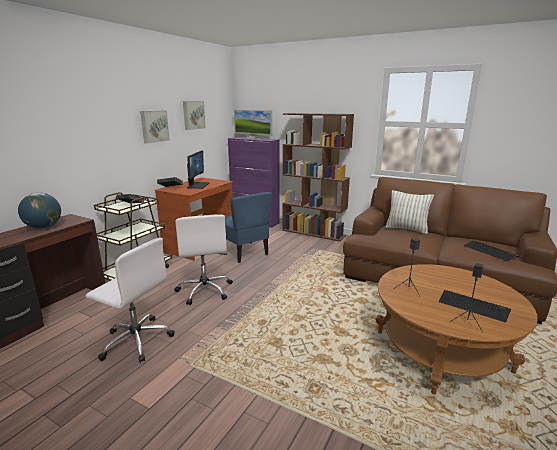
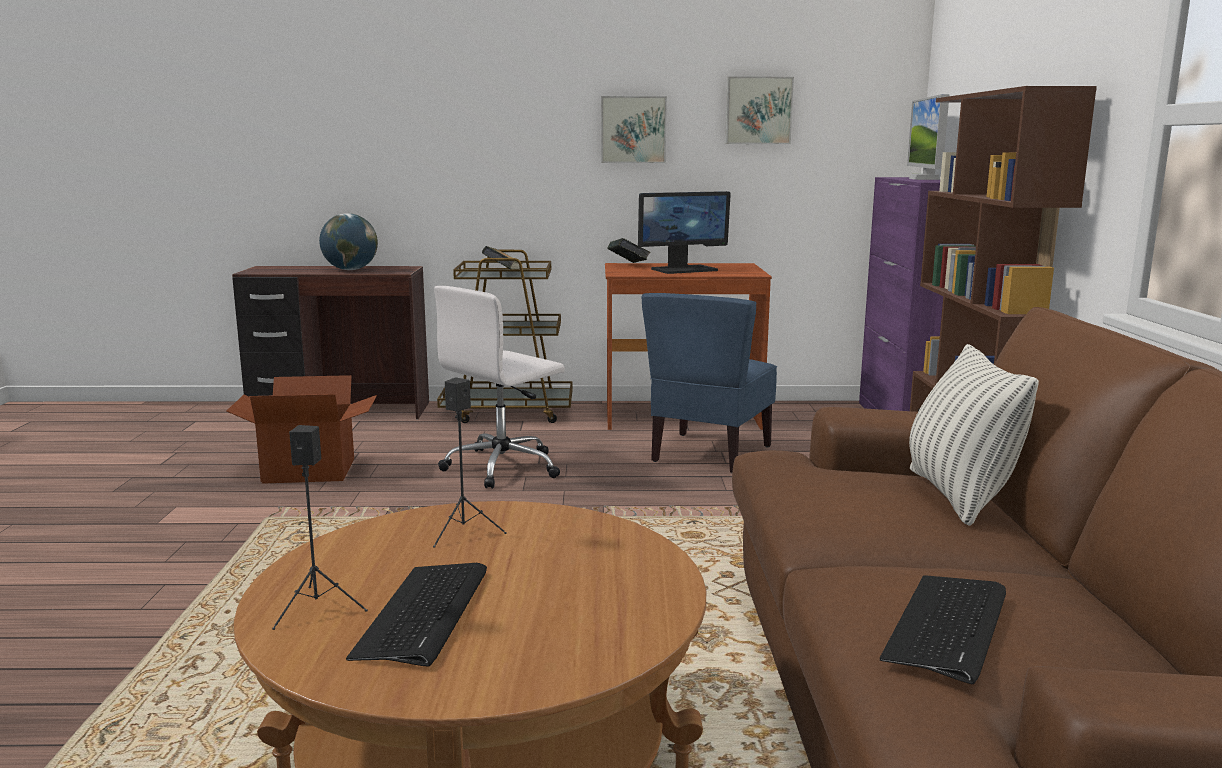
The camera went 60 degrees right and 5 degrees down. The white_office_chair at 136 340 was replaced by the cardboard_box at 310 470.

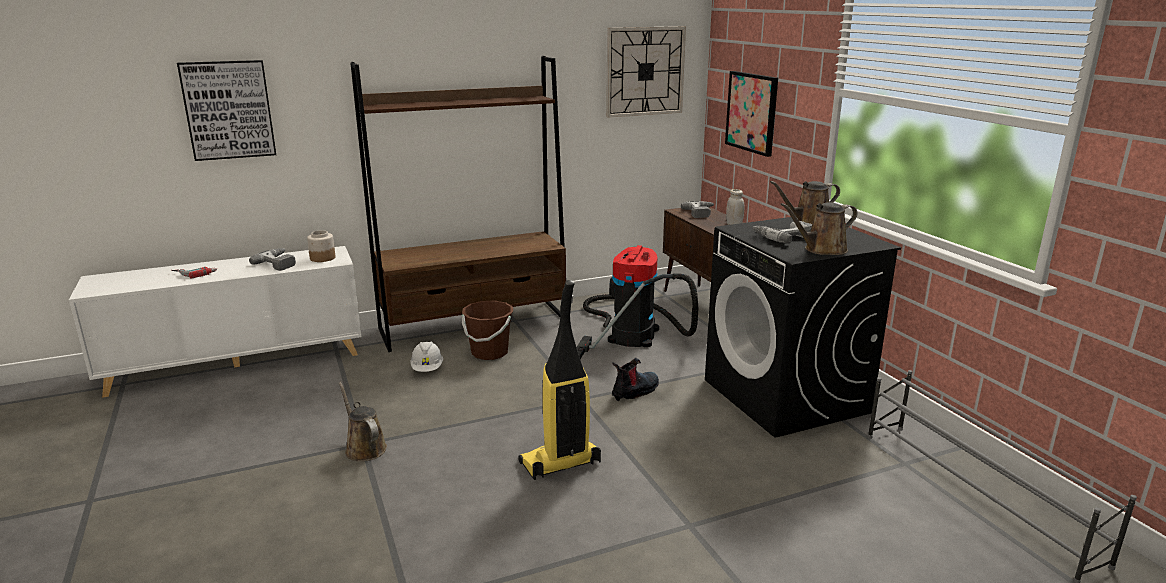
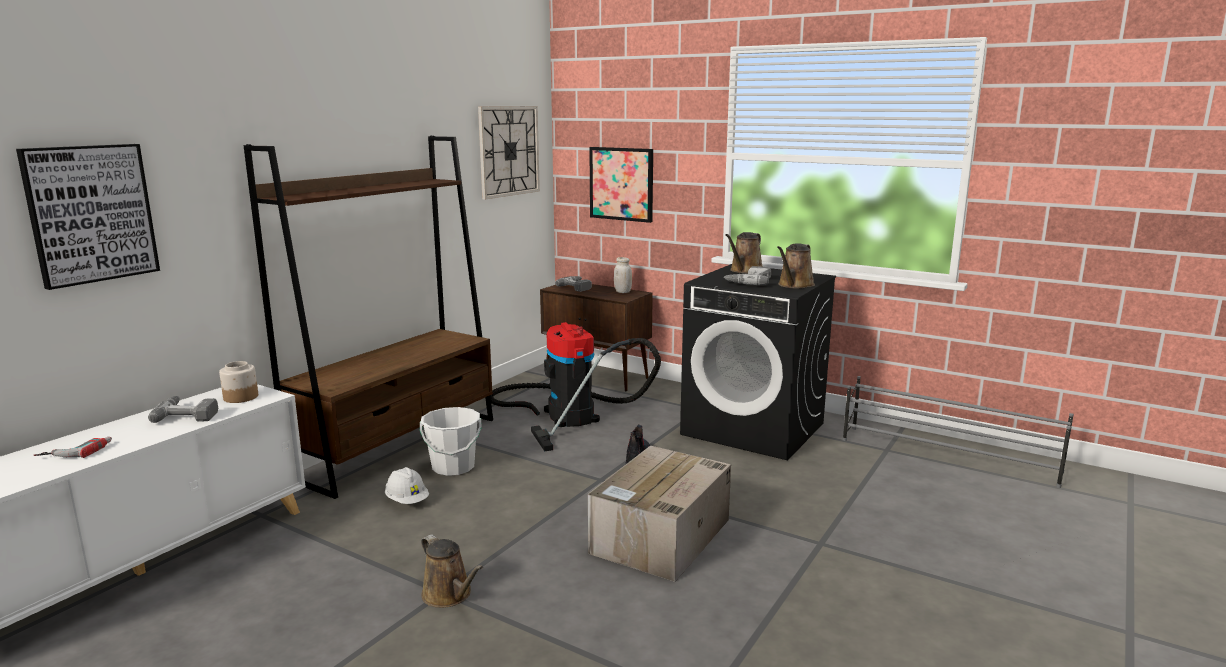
The camera went 35 degrees left and 5 degrees down. The brown_bucket at 489 352 became the white_bucket at 453 467. The brown_watering_can at 364 448 turned 150 degrees counterclockwise. The vacuum_cleaner at 560 464 was replaced by the cardboard_box at 660 537.

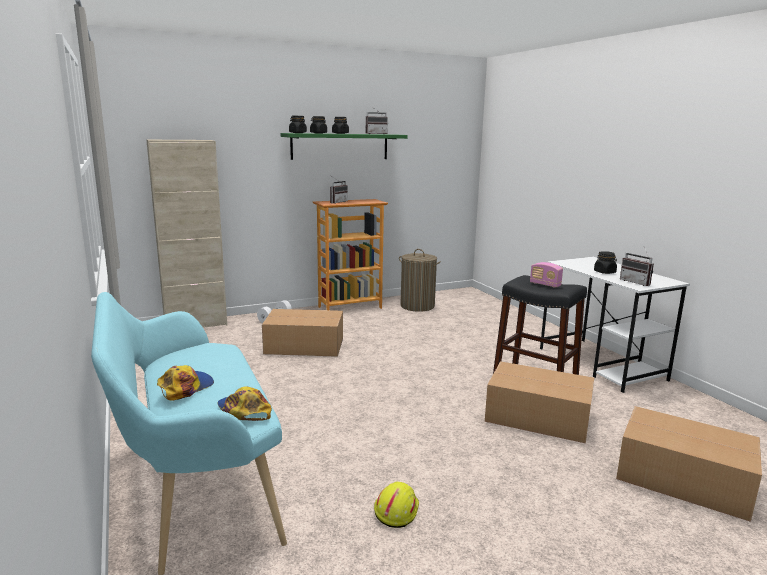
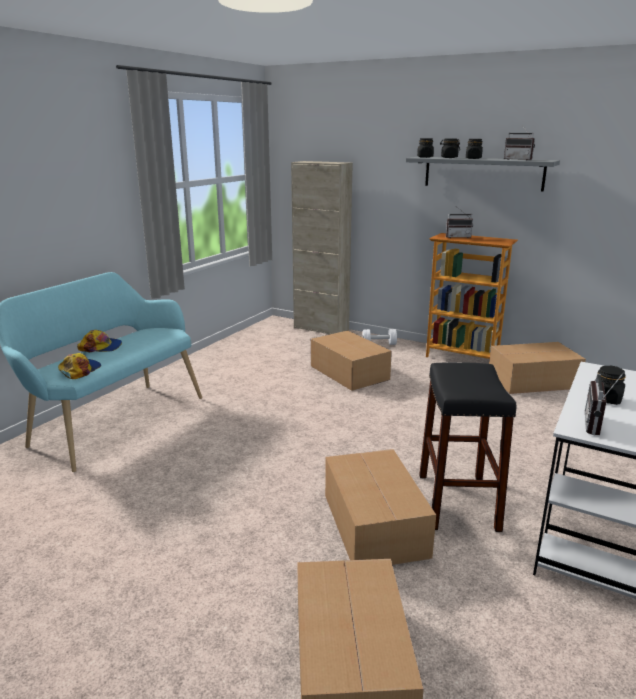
The camera went 55 degrees right and 5 degrees up. The green_shelf at 340 146 became the grey_shelf at 483 173. The laundry_basket at 417 306 was replaced by the cardboard_box at 534 381. The yellow_hard_hat at 396 510 disappeared. The radio at 545 284 disappeared.

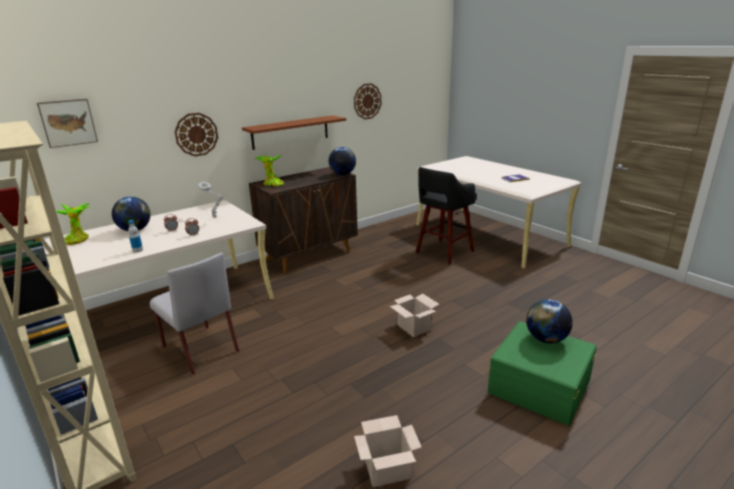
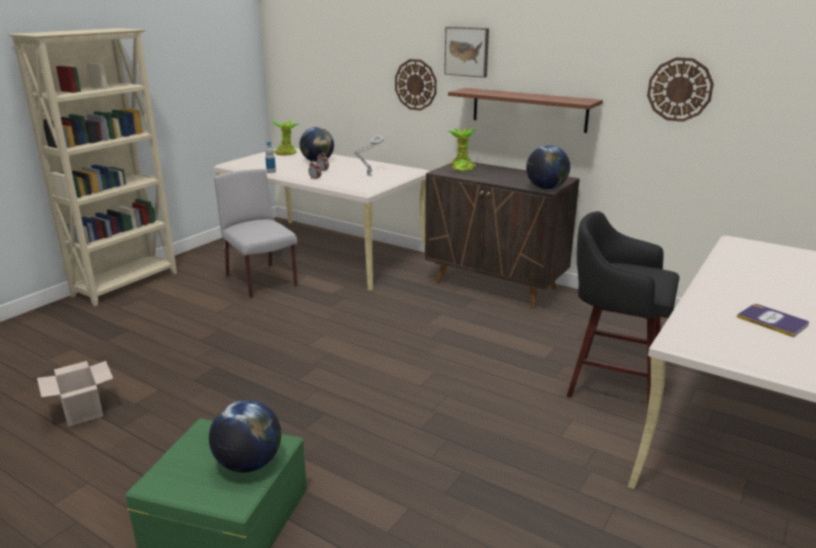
The camera went 70 degrees right and 0 degrees up. The grey_chair at 199 348 turned 120 degrees clockwise. The picture moved from 68 122 to 467 51. The cardboard_box at 413 327 disappeared.

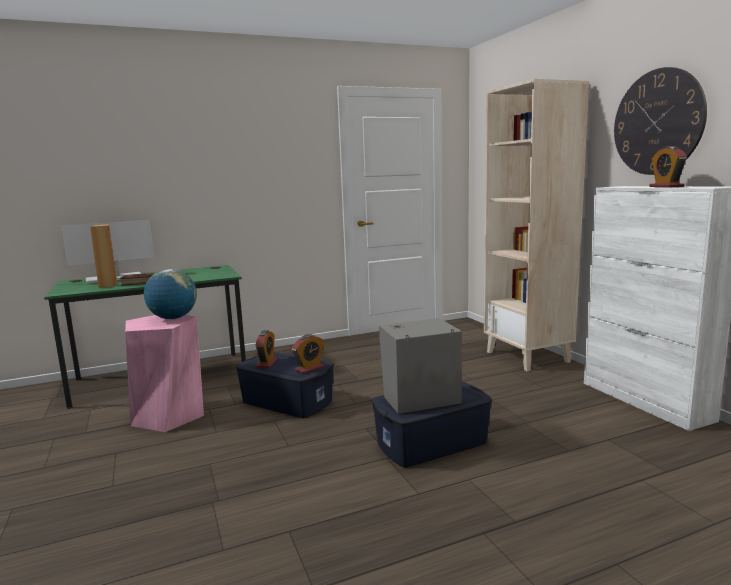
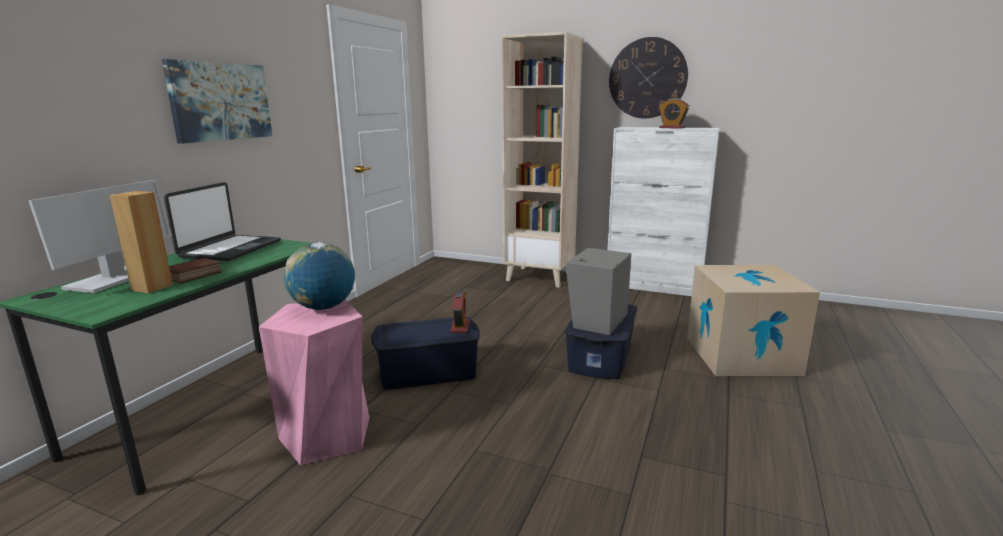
The camera went 45 degrees left and 5 degrees up. The picture at 220 101 appeared. The laptop at 230 249 appeared. The cardboard_box at 741 355 appeared. The alarm_clock at 267 363 disappeared.

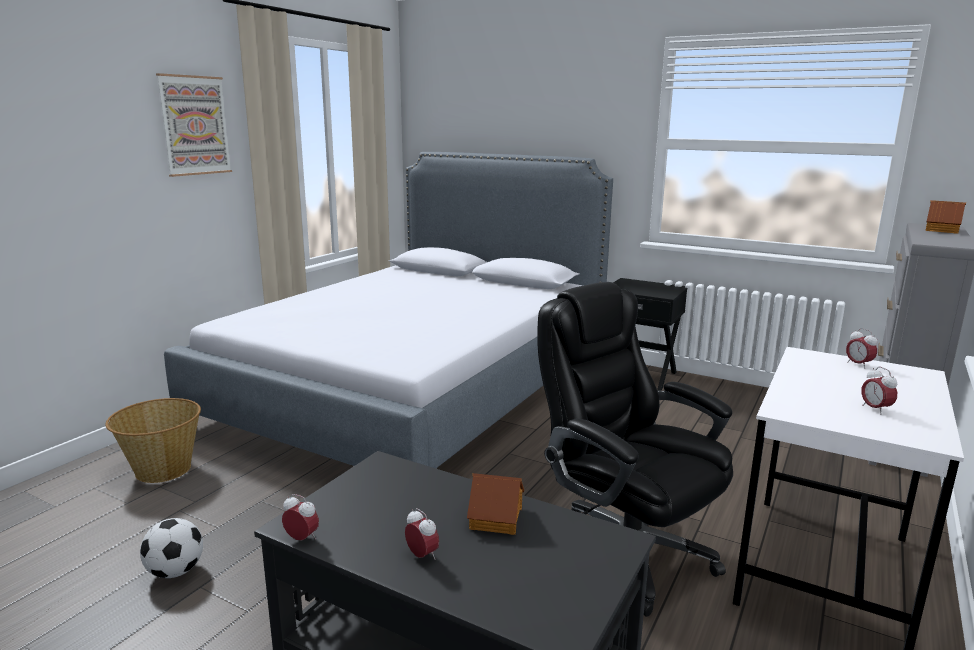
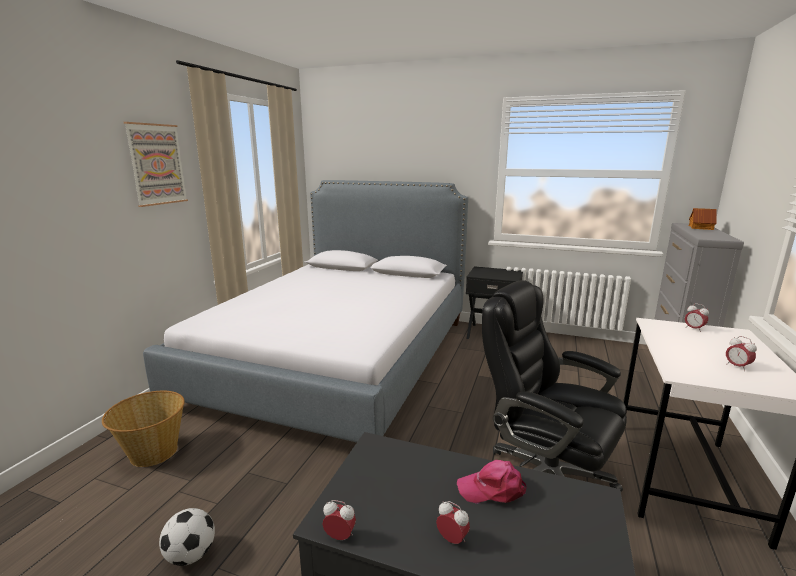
The camera went 10 degrees left and 0 degrees up. The toy_house at 497 518 was replaced by the pink_cap at 492 489.

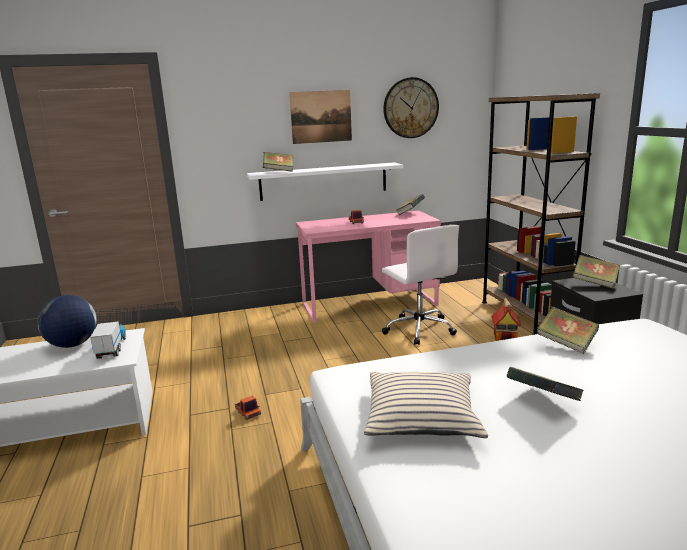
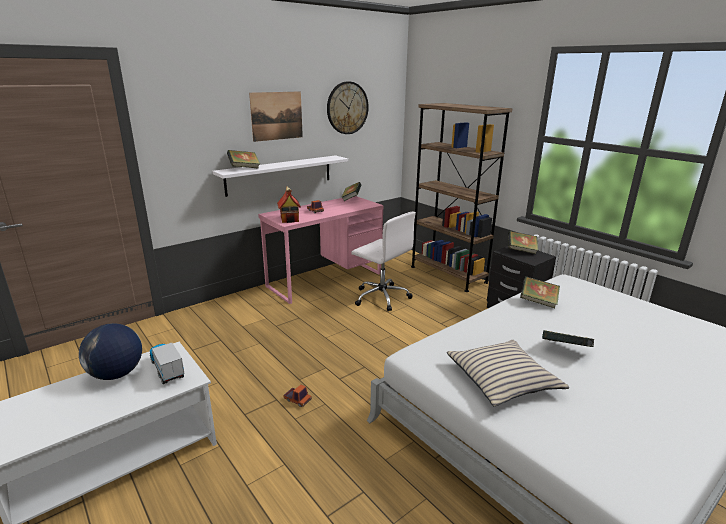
The camera went 25 degrees left and 5 degrees up. The toy_house moved from 505 337 to 290 219.

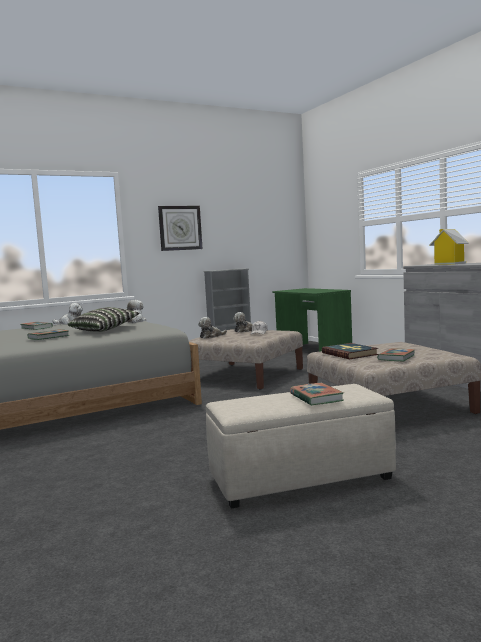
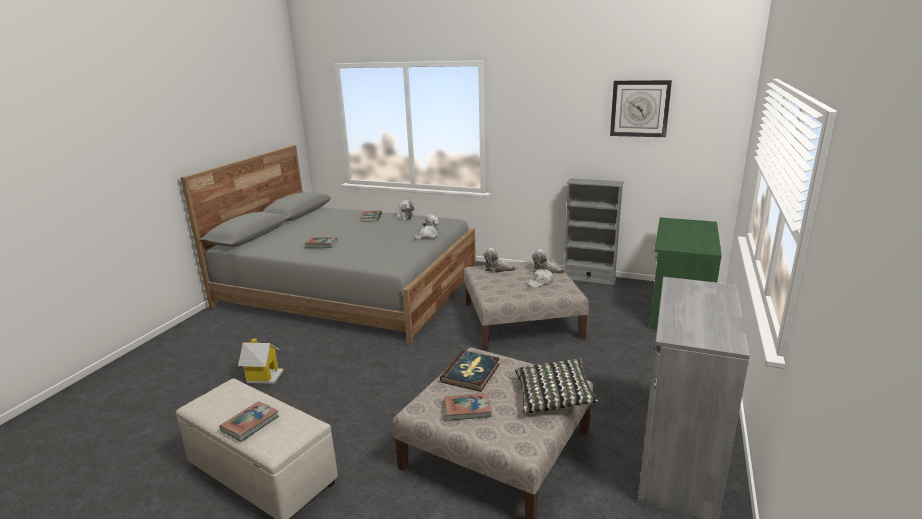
The camera went 50 degrees right and 15 degrees up. The toy_house moved from 449 264 to 263 376. The pillow moved from 104 330 to 553 398. The wall_clock moved from 180 228 to 640 108.

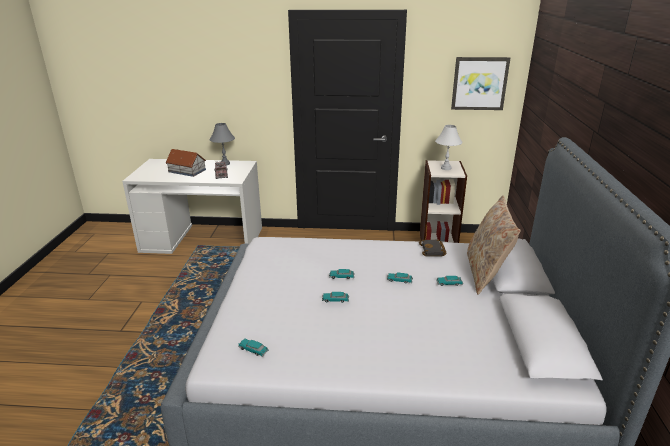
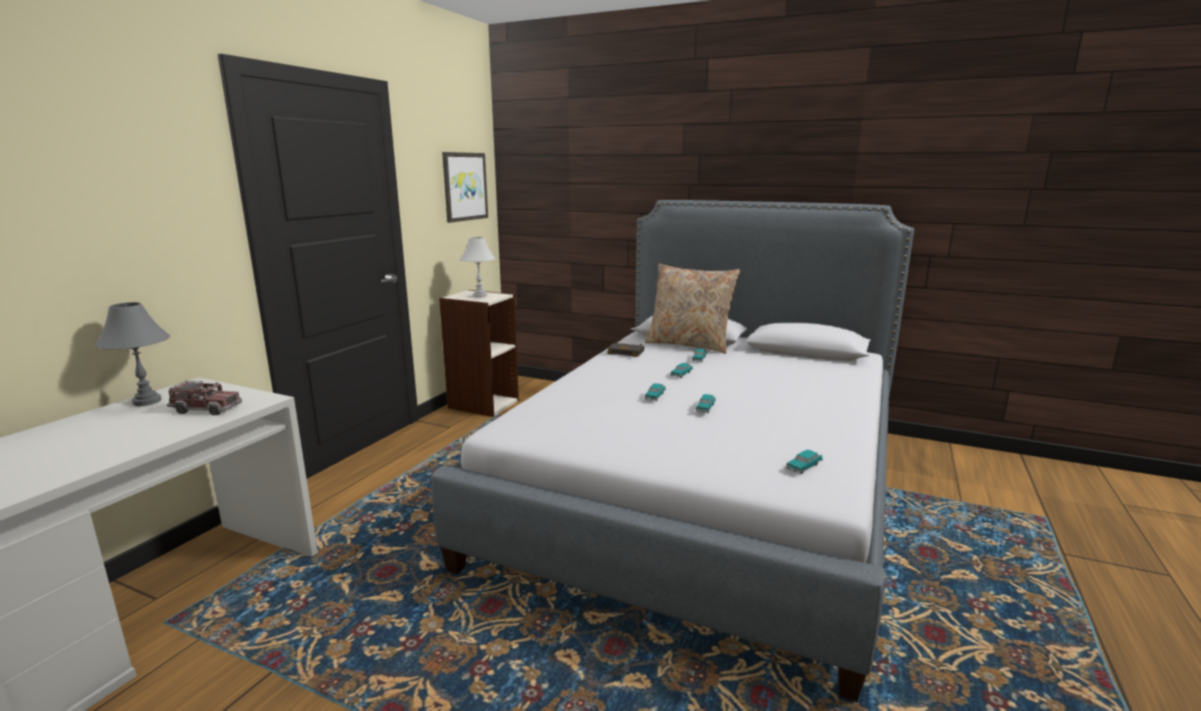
The camera went 70 degrees left and 10 degrees down. The toy_house at 187 171 disappeared.

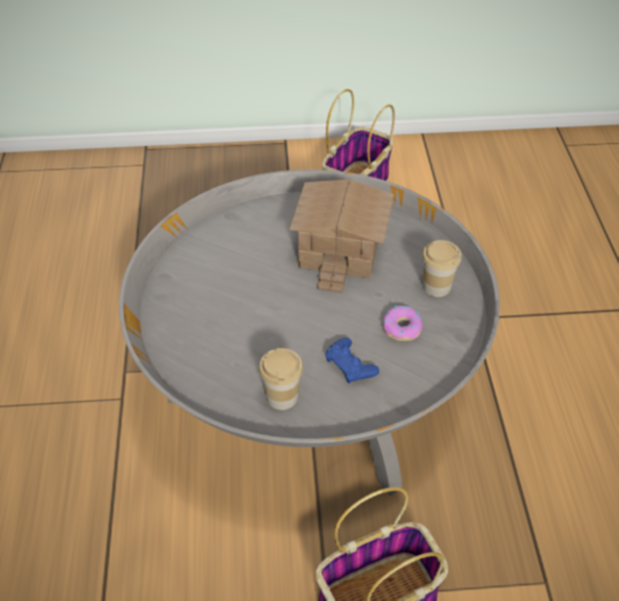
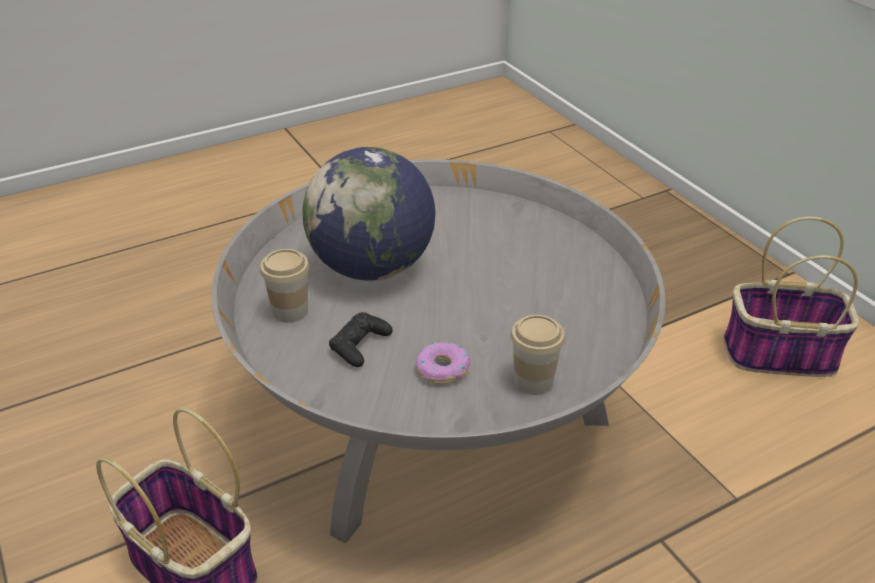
The camera went 65 degrees right and 10 degrees down. The globe at 372 267 appeared. The blue_game_controller at 350 365 became the black_game_controller at 360 345. The toy_house at 338 248 disappeared.

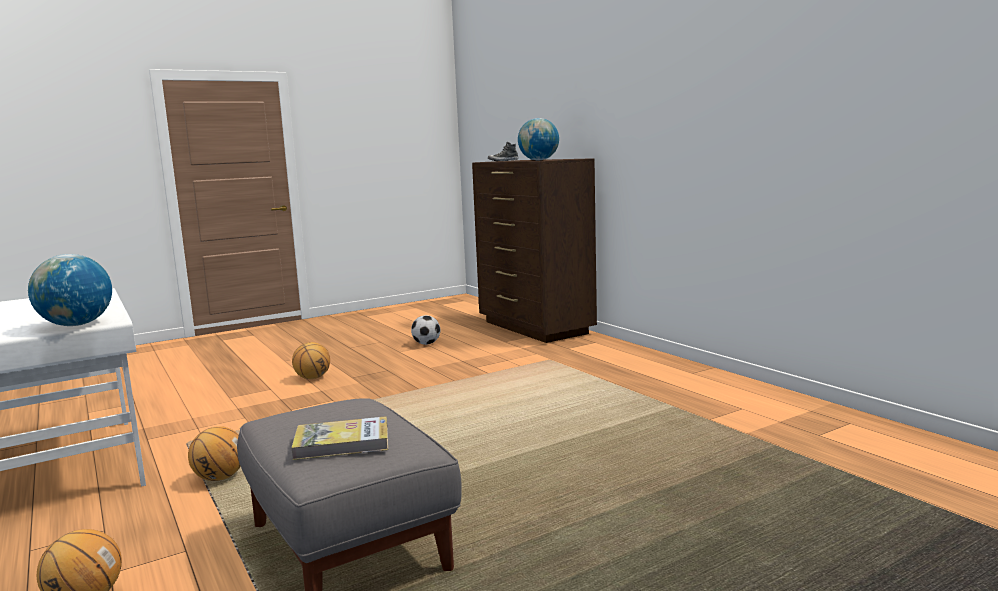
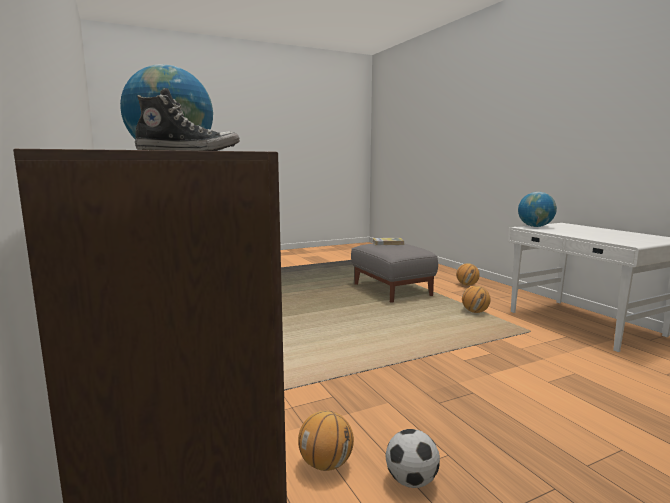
The camera went 175 degrees left and 0 degrees up. The basketball moved from 312 378 to 326 464.

